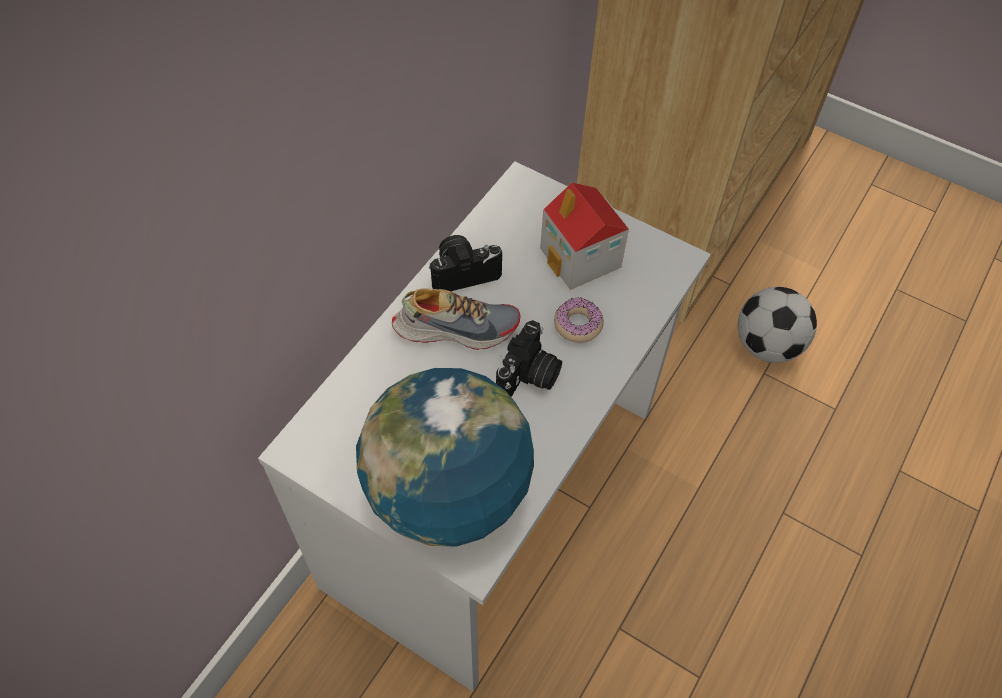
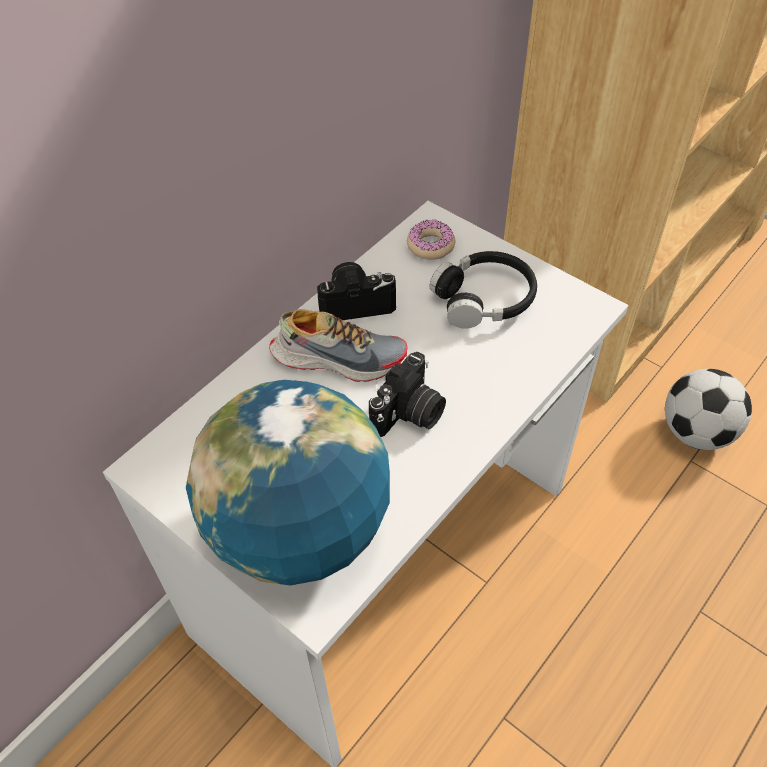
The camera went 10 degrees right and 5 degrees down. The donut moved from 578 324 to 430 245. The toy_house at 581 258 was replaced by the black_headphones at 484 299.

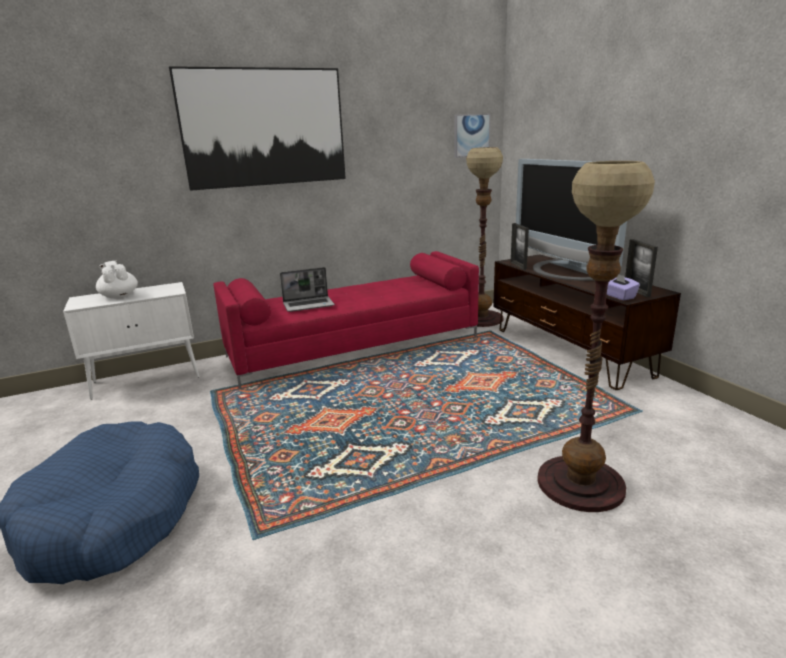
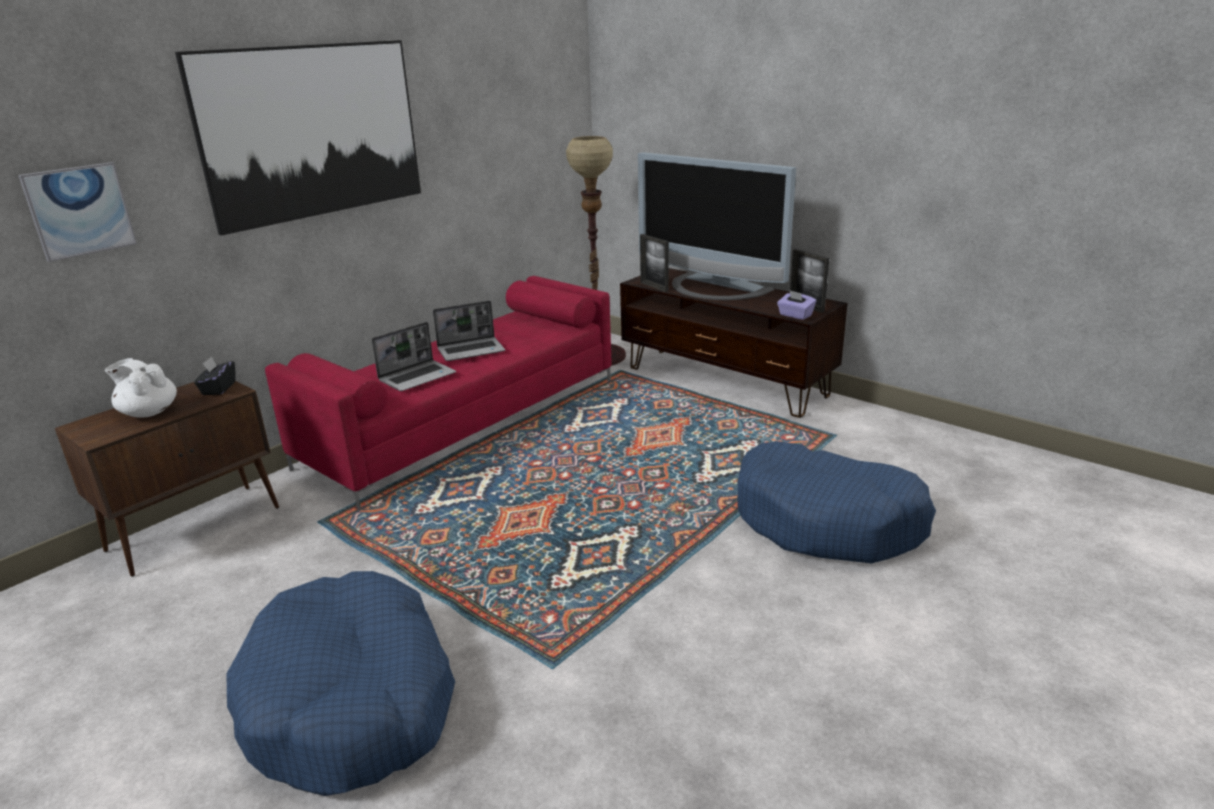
The camera went 25 degrees left and 5 degrees up. The picture moved from 471 135 to 79 211. The white_cabinet at 147 379 became the brown_cabinet at 196 528. The black_tissue_box at 218 388 appeared. The laptop at 472 350 appeared. The floor_lamp at 580 484 was replaced by the blue_dog_bed at 827 521.

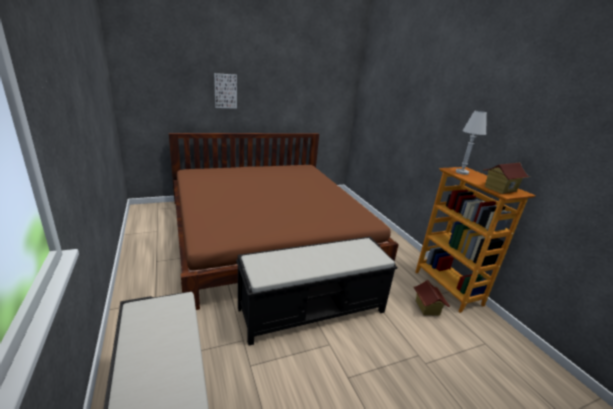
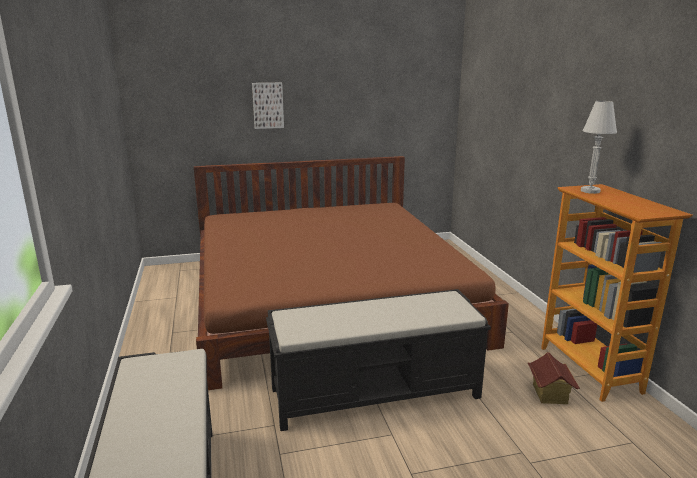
The camera went 10 degrees right and 5 degrees down. The toy_house at 500 189 disappeared.

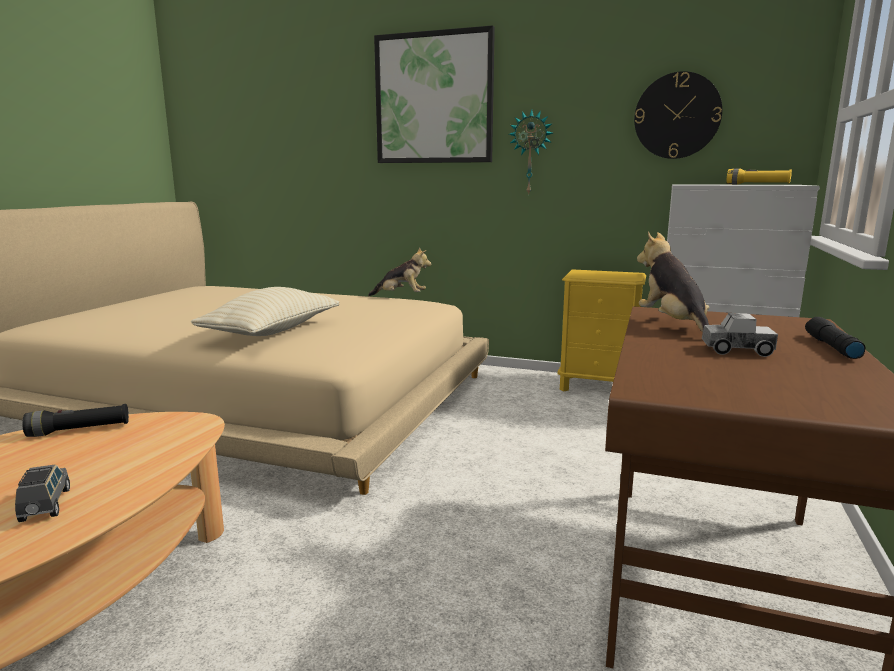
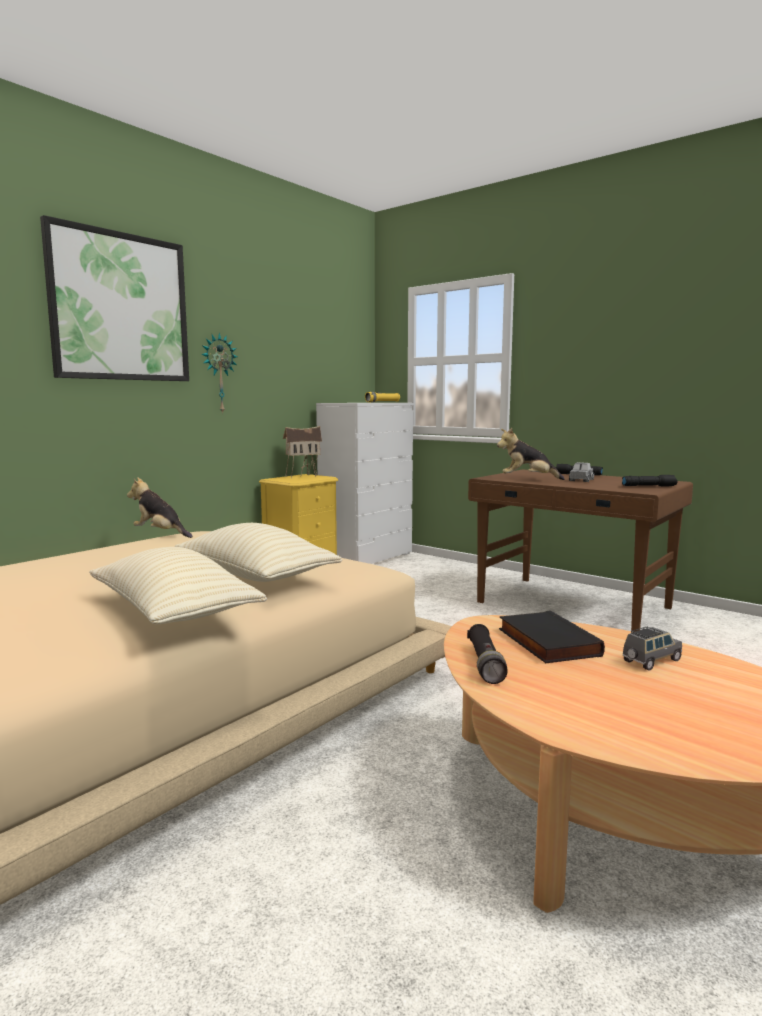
The camera went 70 degrees left and 5 degrees down. The beige_pillow at 173 612 appeared. The plush_toy at 401 296 turned 90 degrees counterclockwise. The toy_house at 302 476 appeared. The black_book at 545 642 appeared. The black_flashlight at 649 486 appeared. The grey_toy_car at 45 505 turned 150 degrees clockwise. The wall_clock at 677 116 disappeared.

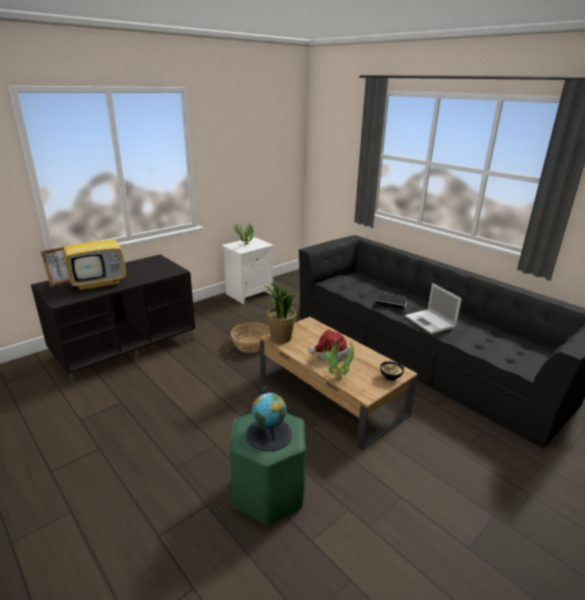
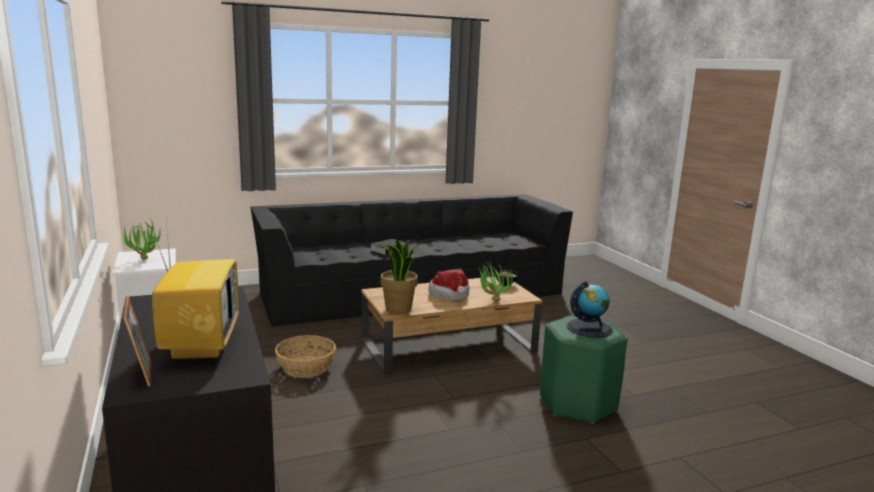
The camera went 70 degrees left and 10 degrees down. The laptop at 430 322 disappeared.

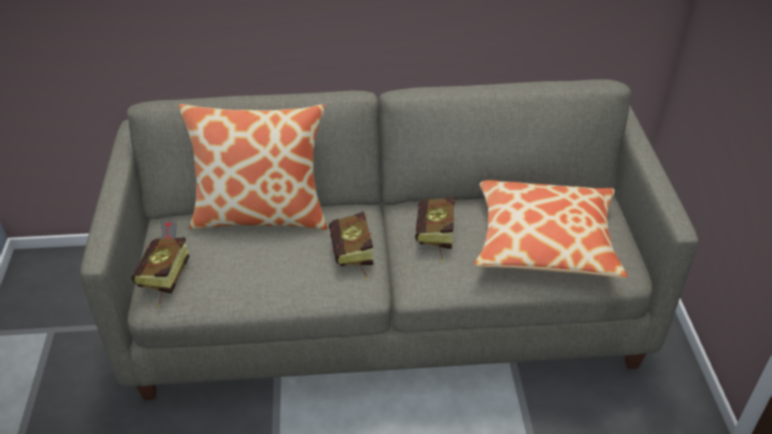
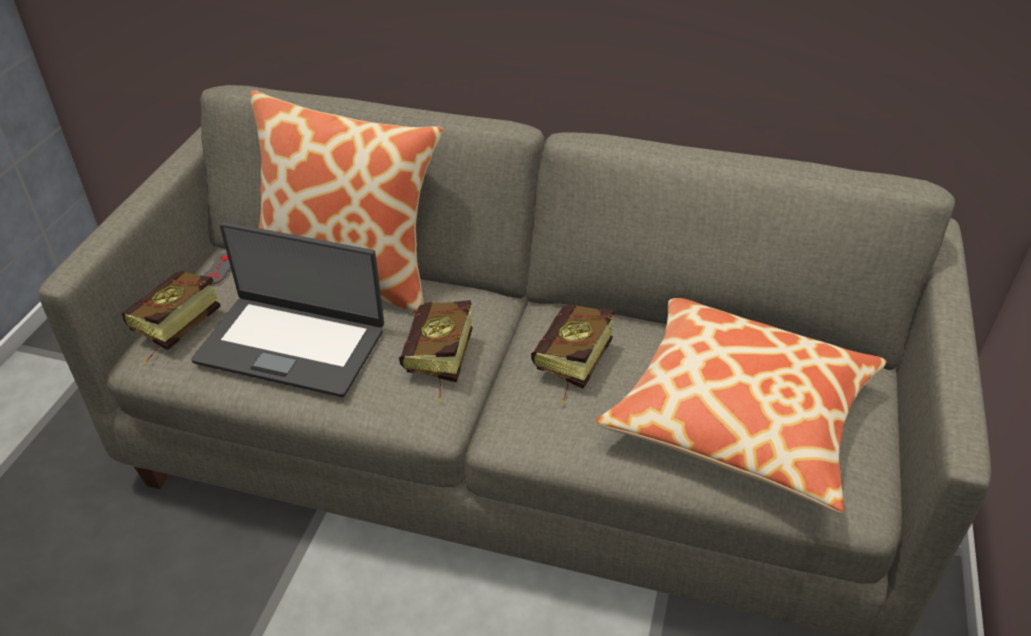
The camera went 20 degrees right and 0 degrees up. The laptop at 292 344 appeared.

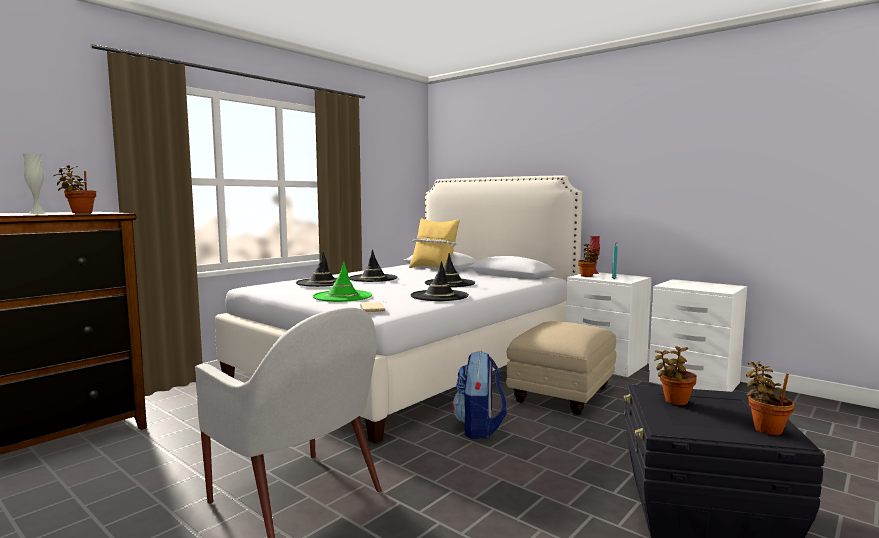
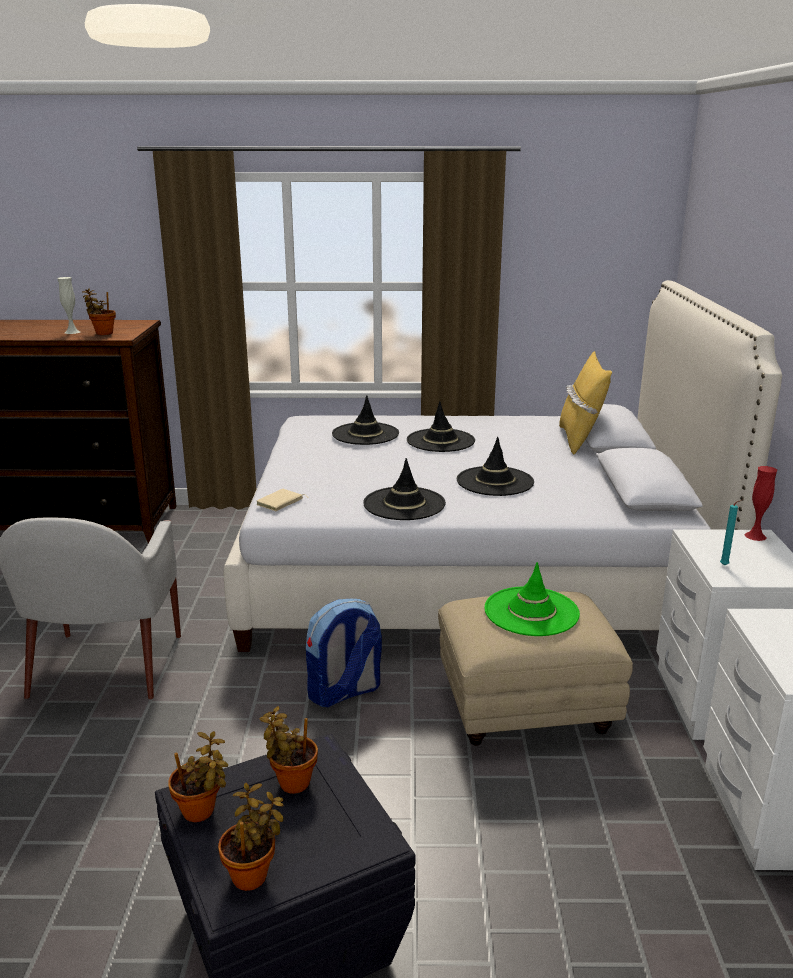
The camera went 50 degrees right and 15 degrees up. The potted_plant moved from 587 276 to 202 811. The green_hat moved from 342 296 to 531 612.

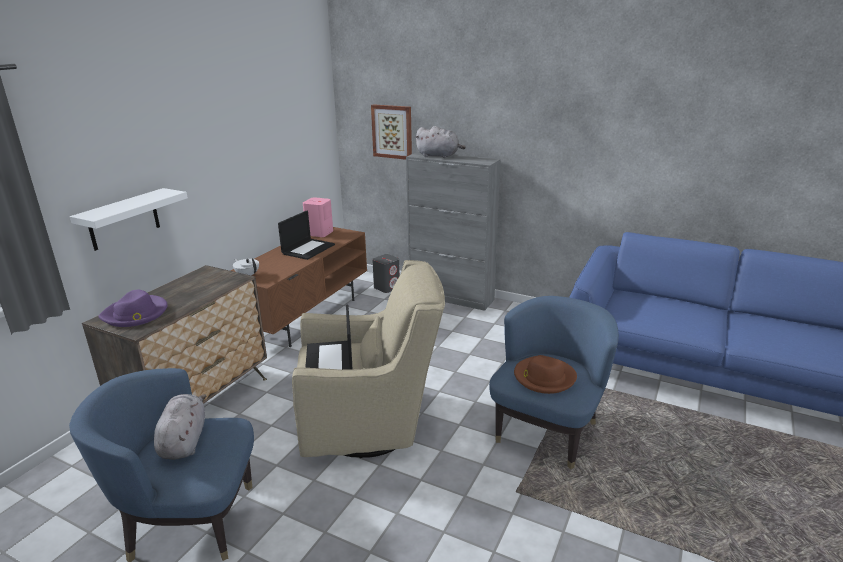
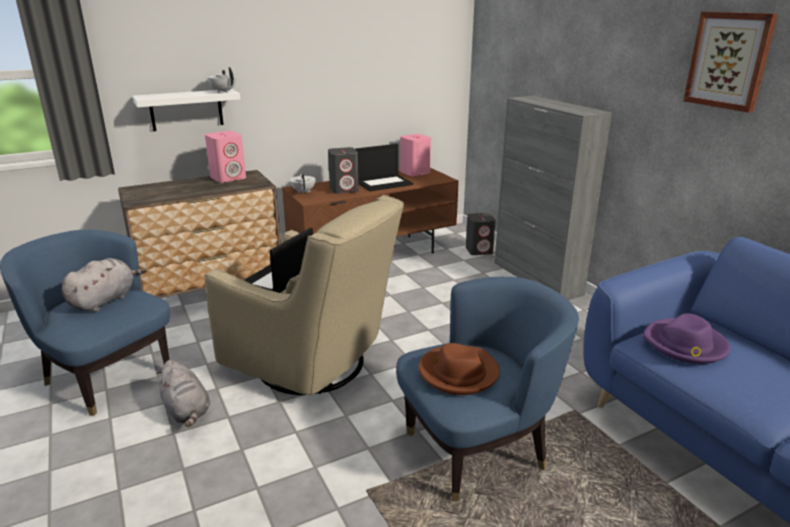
The camera went 35 degrees right and 0 degrees up. The grey_plush_toy moved from 439 156 to 187 411. The pink_speaker at 228 178 appeared. The white_teapot at 223 91 appeared. The grey_speaker at 344 189 appeared. The purple_hat moved from 135 314 to 685 344. The picture moved from 392 131 to 729 60.

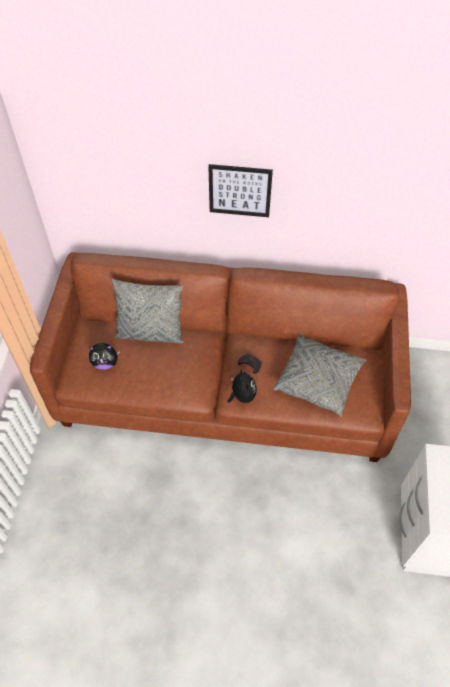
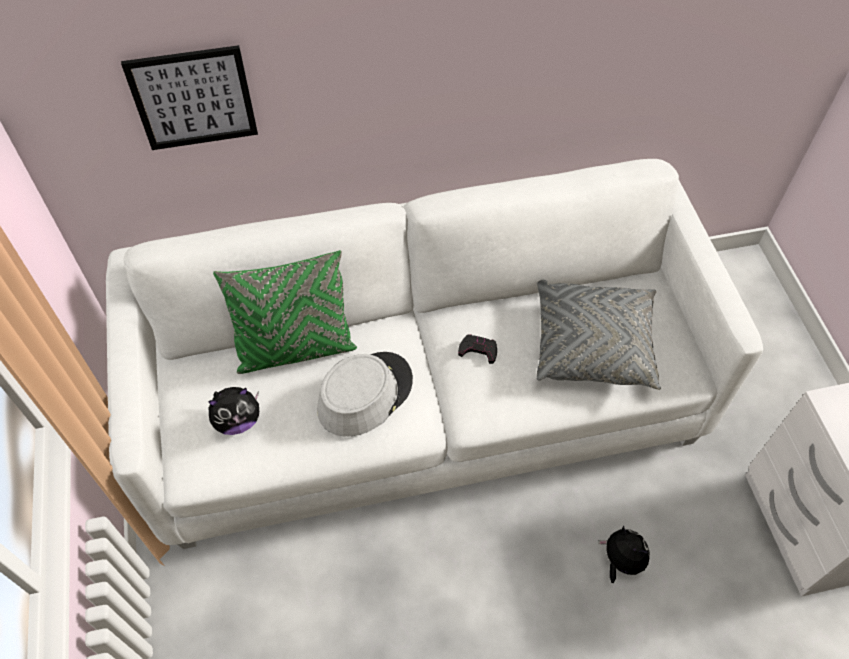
The camera went 20 degrees left and 0 degrees up. The brown_sofa at 226 388 became the white_sofa at 425 402. The picture moved from 240 190 to 193 98. The grey_pillow at 150 333 became the green_pillow at 295 349. The grey_hat at 364 394 appeared. The plush_toy moved from 242 396 to 620 561.

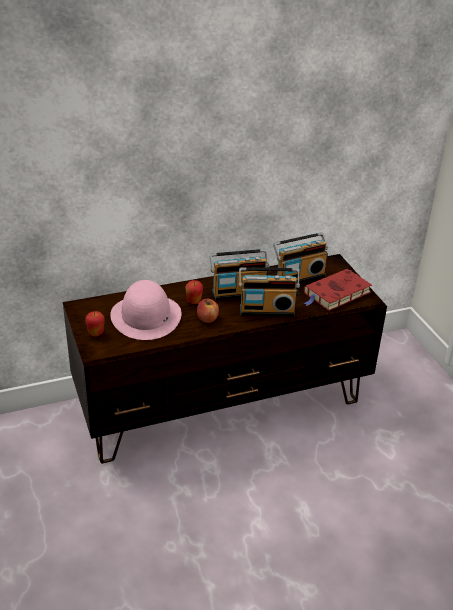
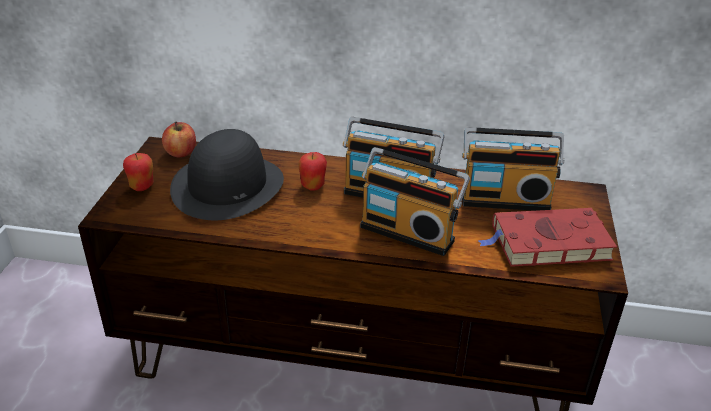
The camera went 30 degrees right and 0 degrees up. The apple moved from 207 319 to 181 152. The pink_hat at 146 316 became the black_hat at 228 186.

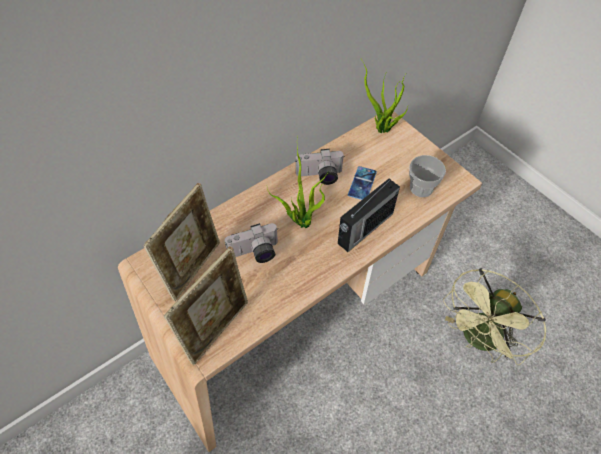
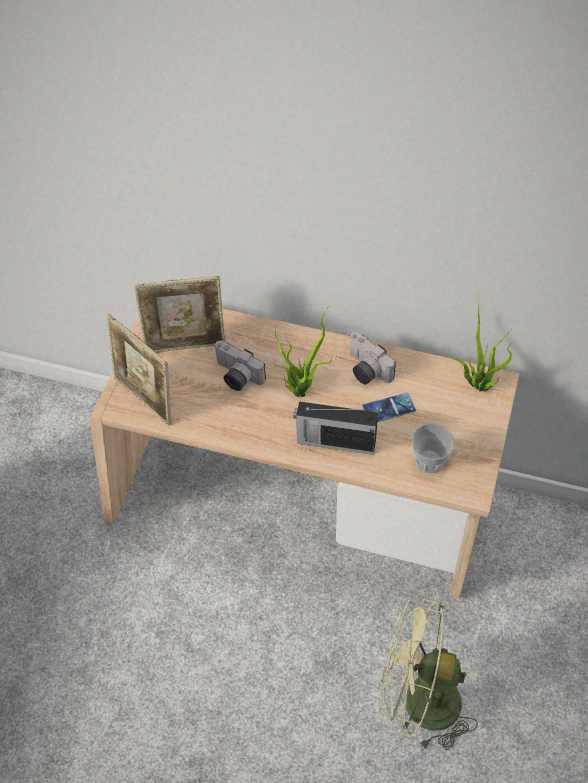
The camera went 55 degrees right and 0 degrees up. The picture_frame at 218 329 turned 45 degrees clockwise.

